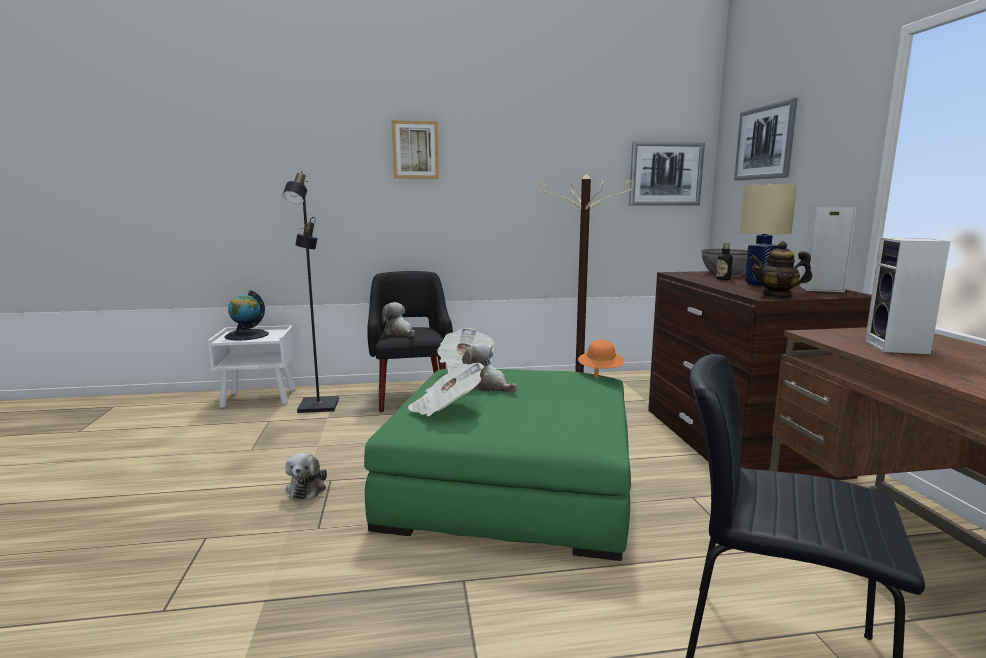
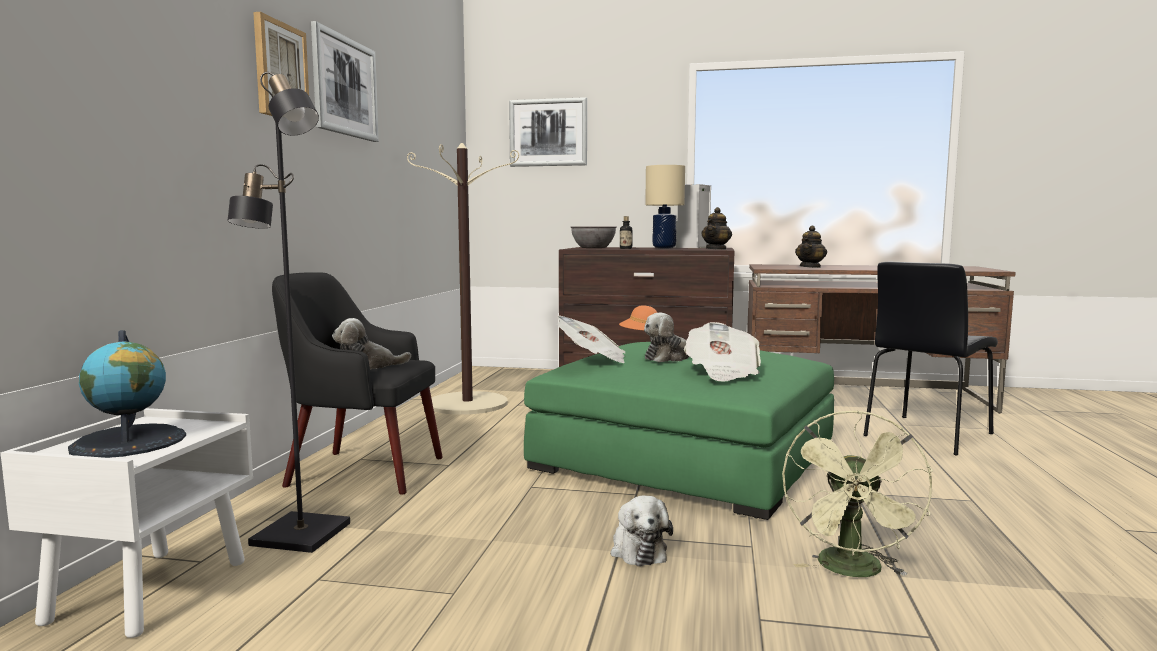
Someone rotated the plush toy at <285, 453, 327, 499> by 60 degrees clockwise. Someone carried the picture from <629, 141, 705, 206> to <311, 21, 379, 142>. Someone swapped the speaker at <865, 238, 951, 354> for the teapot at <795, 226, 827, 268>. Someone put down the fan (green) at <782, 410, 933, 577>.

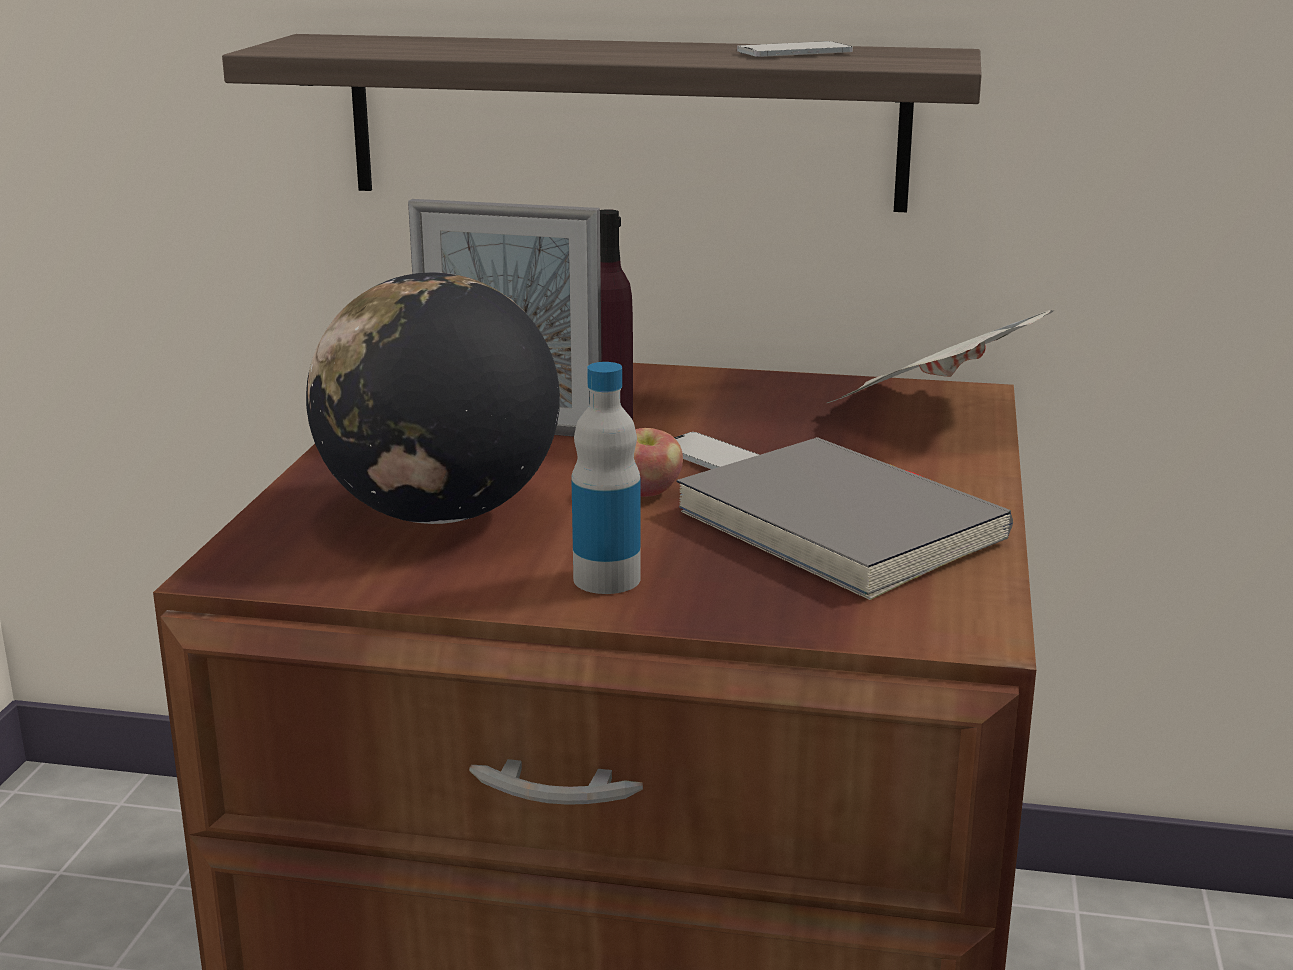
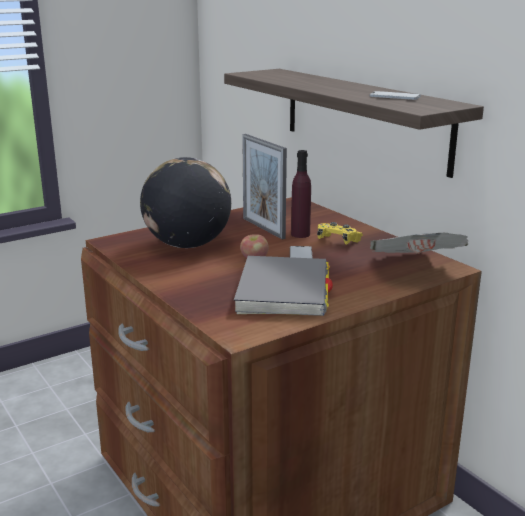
Someone took away the bottle at <571, 362, 641, 594>. Someone put down the game controller (yellow) at <317, 222, 363, 244>.

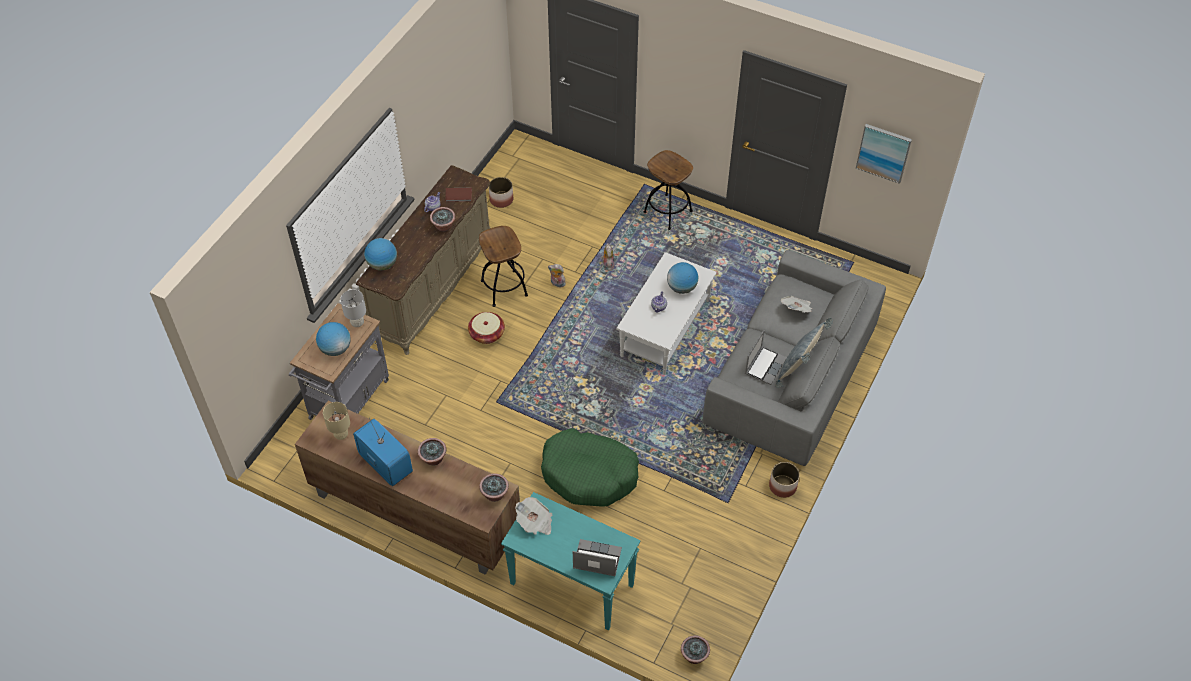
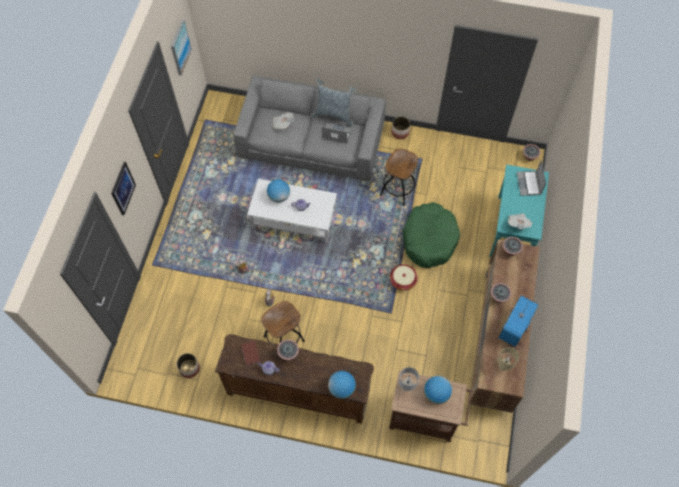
Someone repainted the cart (grey) at <289, 303, 389, 420>, which became the cart (brown) at <389, 371, 473, 442>. Someone carried the basket from <468, 312, 505, 344> to <390, 265, 418, 291>. Someone carried the stool (brown) from <644, 150, 693, 230> to <380, 149, 418, 206>. Someone put up the picture at <111, 162, 136, 215>.

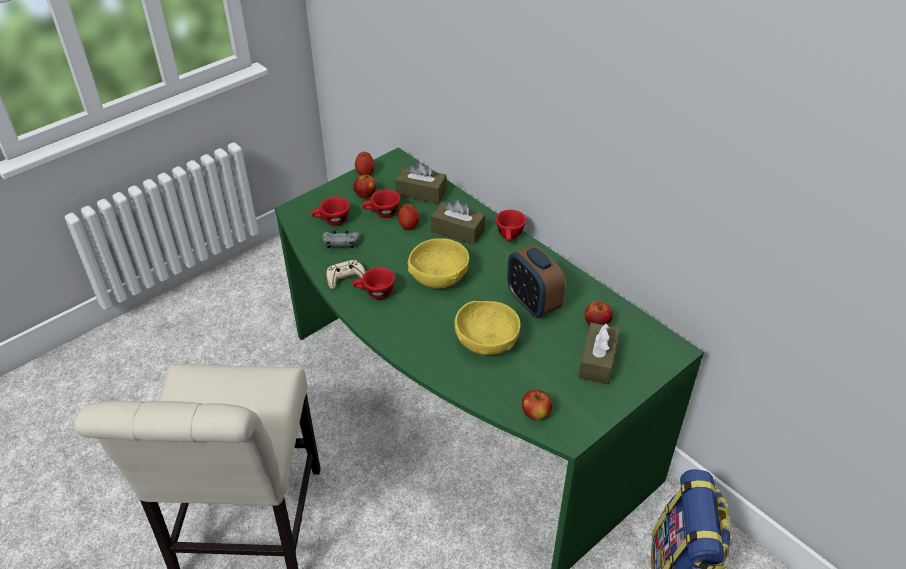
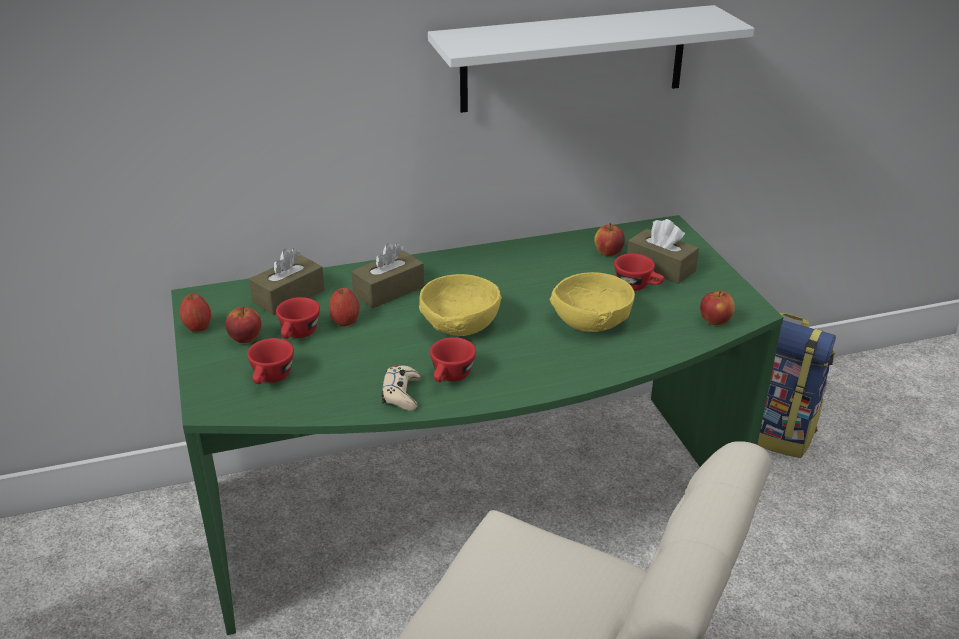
Someone took away the game controller (grey) at <323, 231, 360, 248>. Someone carried the cup (red) from <496, 210, 526, 242> to <614, 254, 665, 291>. Someone took away the alarm clock at <507, 245, 565, 318>. Someone put up the shelf (white) at <428, 5, 754, 113>.

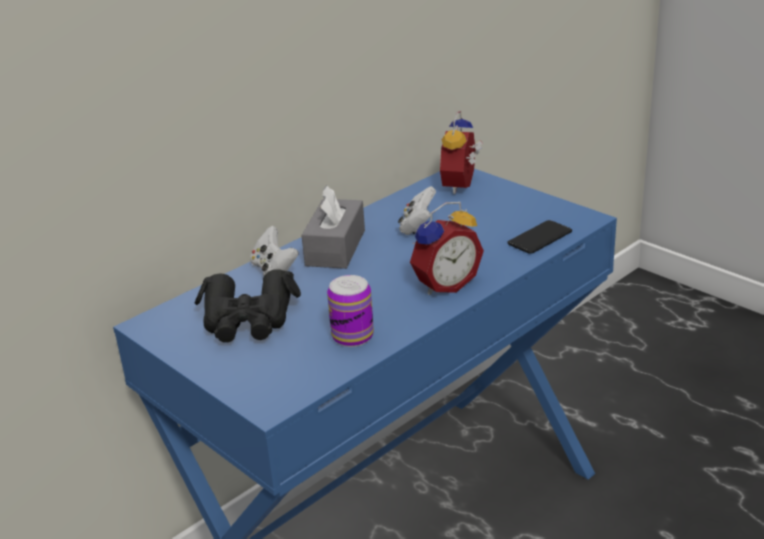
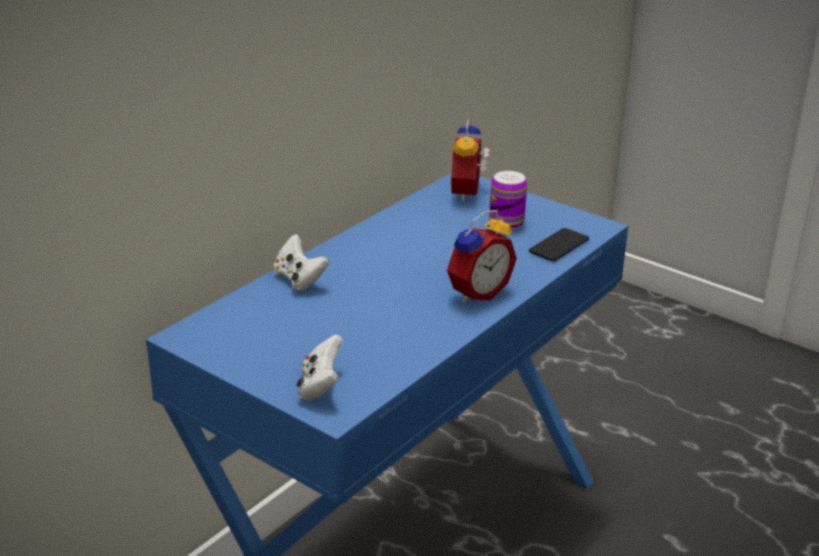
Someone took away the binoculars (black) at <194, 269, 301, 343>. Someone took away the tissue box (grey) at <301, 185, 365, 269>. Someone carried the can from <327, 275, 374, 347> to <489, 171, 527, 230>. Someone carried the game controller (white) from <398, 186, 436, 235> to <297, 335, 343, 401>.

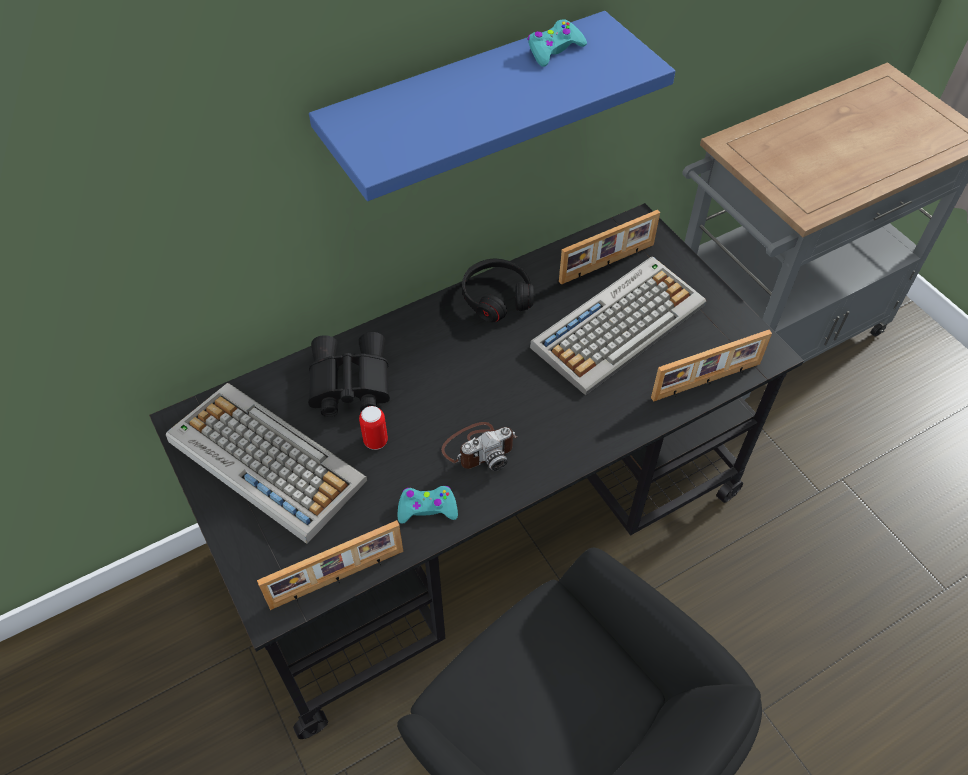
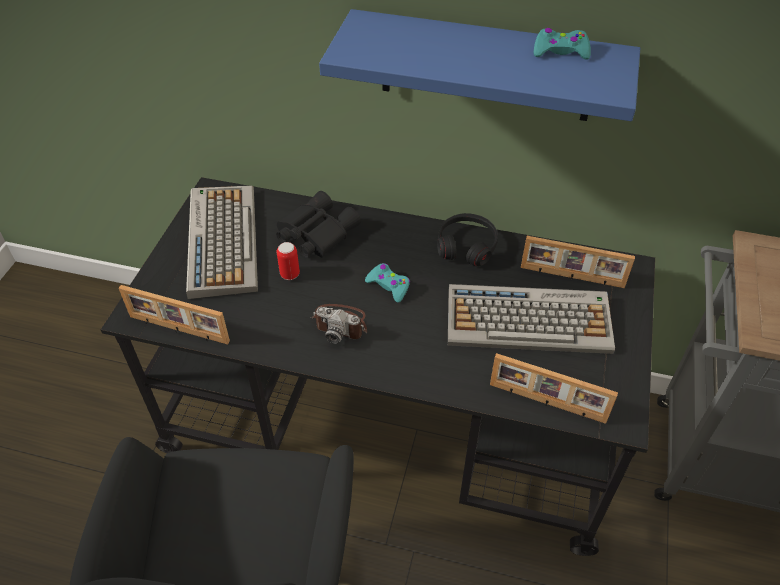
Someone carried the game controller (turquoise) from <398, 486, 458, 524> to <365, 263, 410, 302>.

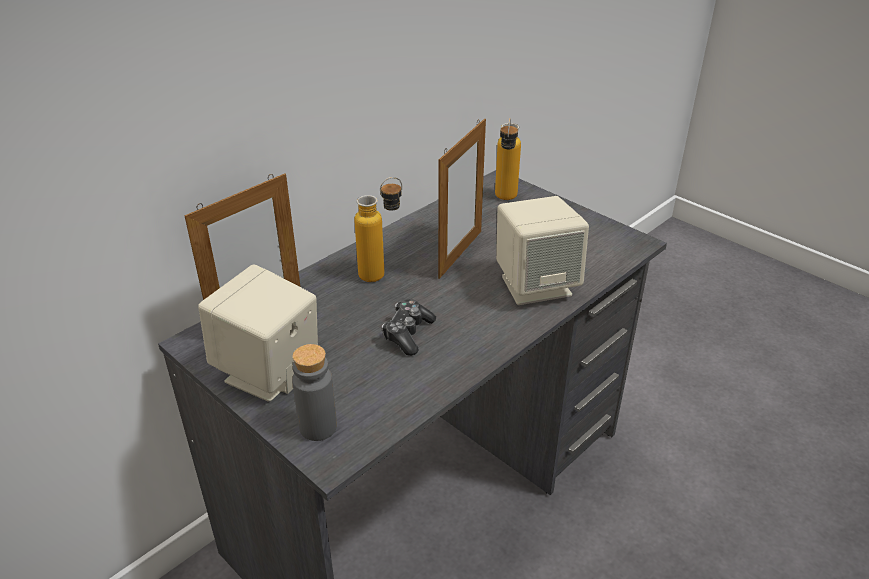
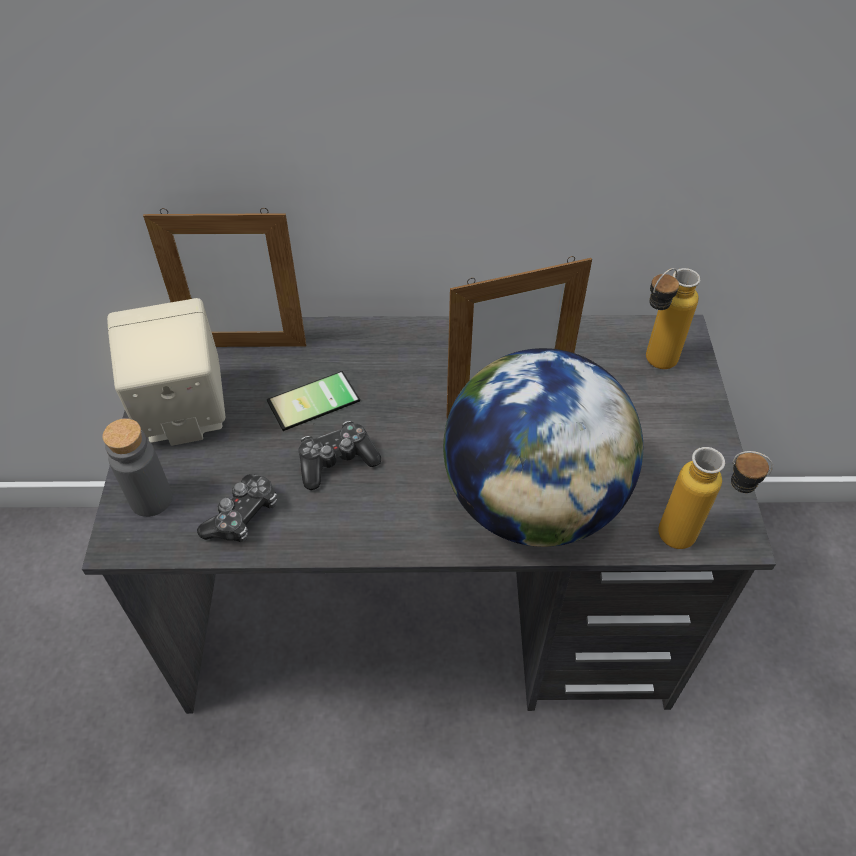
Someone carried the bottle from <354, 177, 402, 282> to <658, 447, 773, 549>. Someone swapped the speaker (beige) at <496, 196, 589, 305> for the globe at <443, 348, 643, 547>. Someone put down the game controller at <197, 474, 277, 542>. Someone put down the phone at <267, 371, 360, 431>.

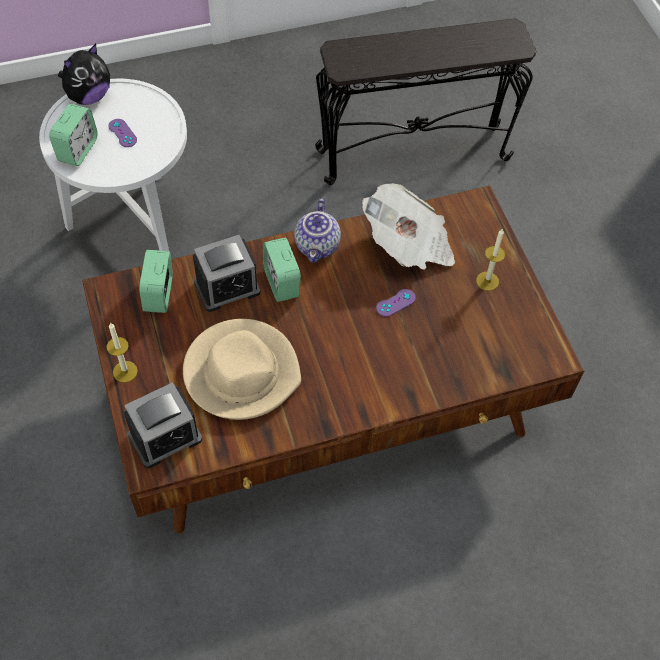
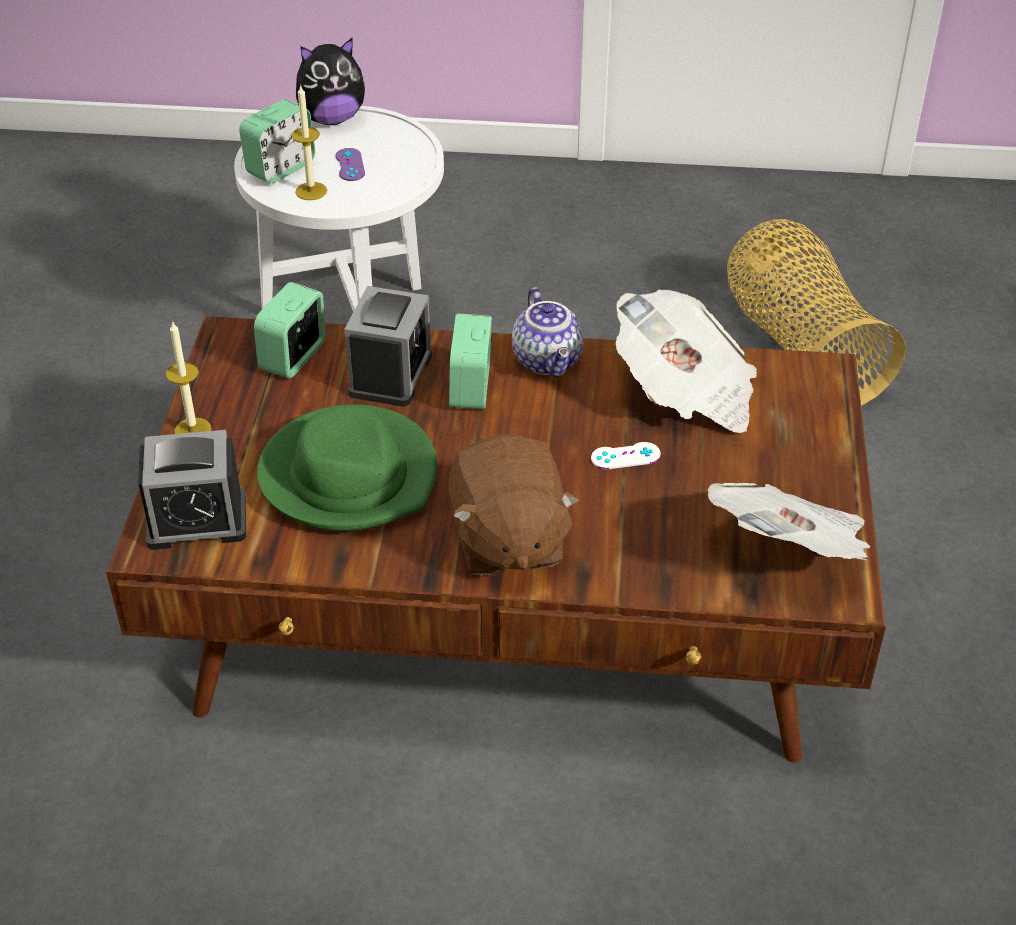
Someone repainted the hat (beige) at <183, 319, 301, 420>, which became the hat (green) at <257, 404, 437, 531>. Someone rotated the alarm clock at <193, 235, 260, 312> by 75 degrees counterclockwise. Someone rotated the teapot at <294, 198, 341, 263> by 45 degrees counterclockwise. Someone swapped the side table (black) at <315, 18, 536, 185> for the basket at <727, 219, 905, 406>. Someone repainted the game controller (purple) at <376, 289, 416, 317>, which became the game controller (white) at <591, 442, 661, 469>. Someone carried the candle from <476, 229, 505, 291> to <292, 84, 327, 200>. Someone put down the plush toy (brown) at <449, 435, 579, 576>. Someone put down the newspaper at <708, 483, 871, 561>.

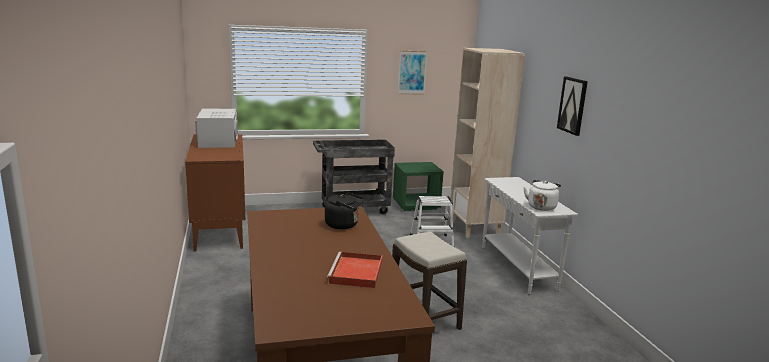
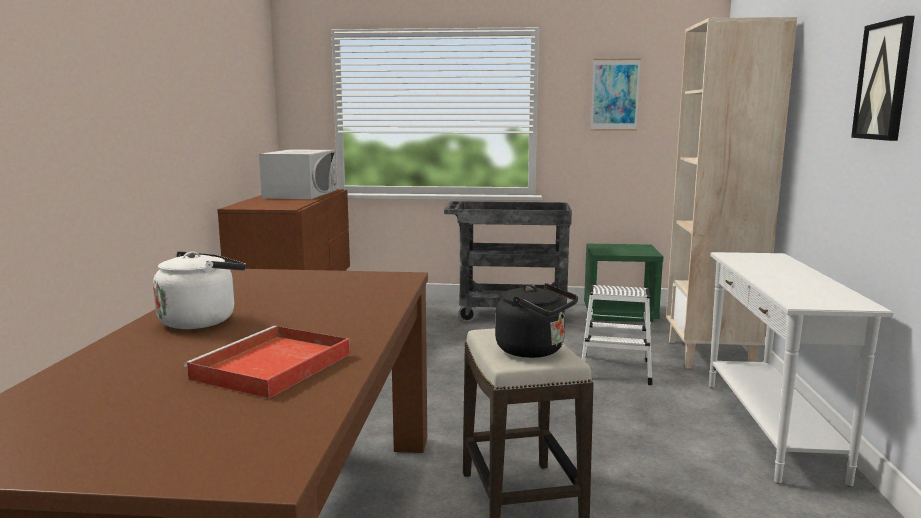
Someone carried the kettle (black) from <325, 192, 364, 229> to <495, 283, 578, 358>. Someone carried the kettle (white) from <523, 180, 561, 211> to <153, 251, 246, 329>.

